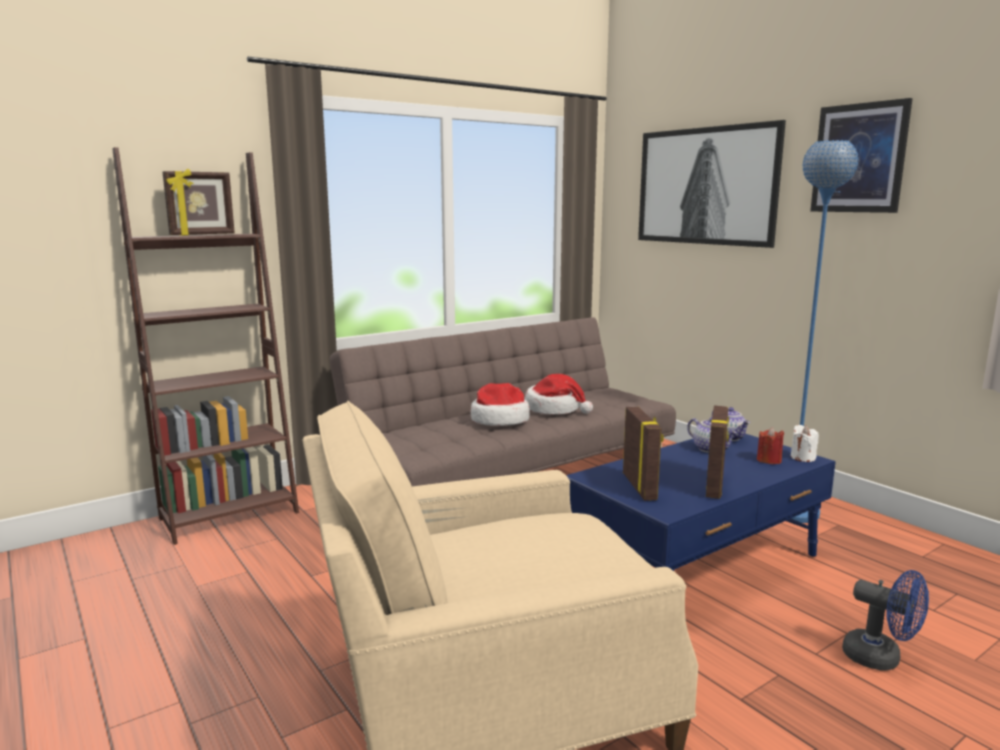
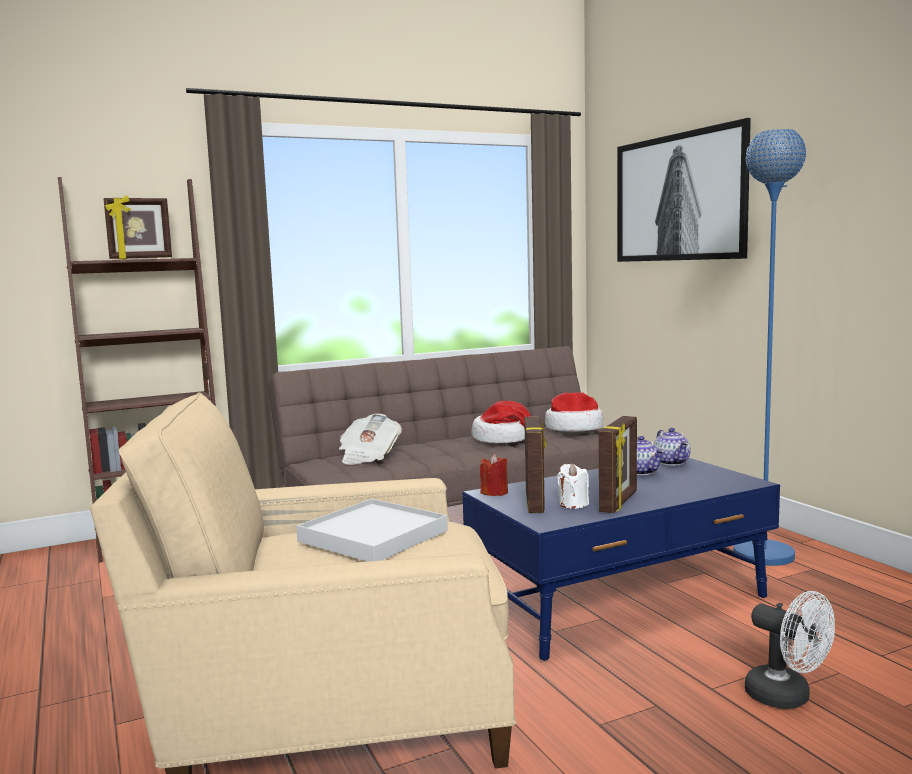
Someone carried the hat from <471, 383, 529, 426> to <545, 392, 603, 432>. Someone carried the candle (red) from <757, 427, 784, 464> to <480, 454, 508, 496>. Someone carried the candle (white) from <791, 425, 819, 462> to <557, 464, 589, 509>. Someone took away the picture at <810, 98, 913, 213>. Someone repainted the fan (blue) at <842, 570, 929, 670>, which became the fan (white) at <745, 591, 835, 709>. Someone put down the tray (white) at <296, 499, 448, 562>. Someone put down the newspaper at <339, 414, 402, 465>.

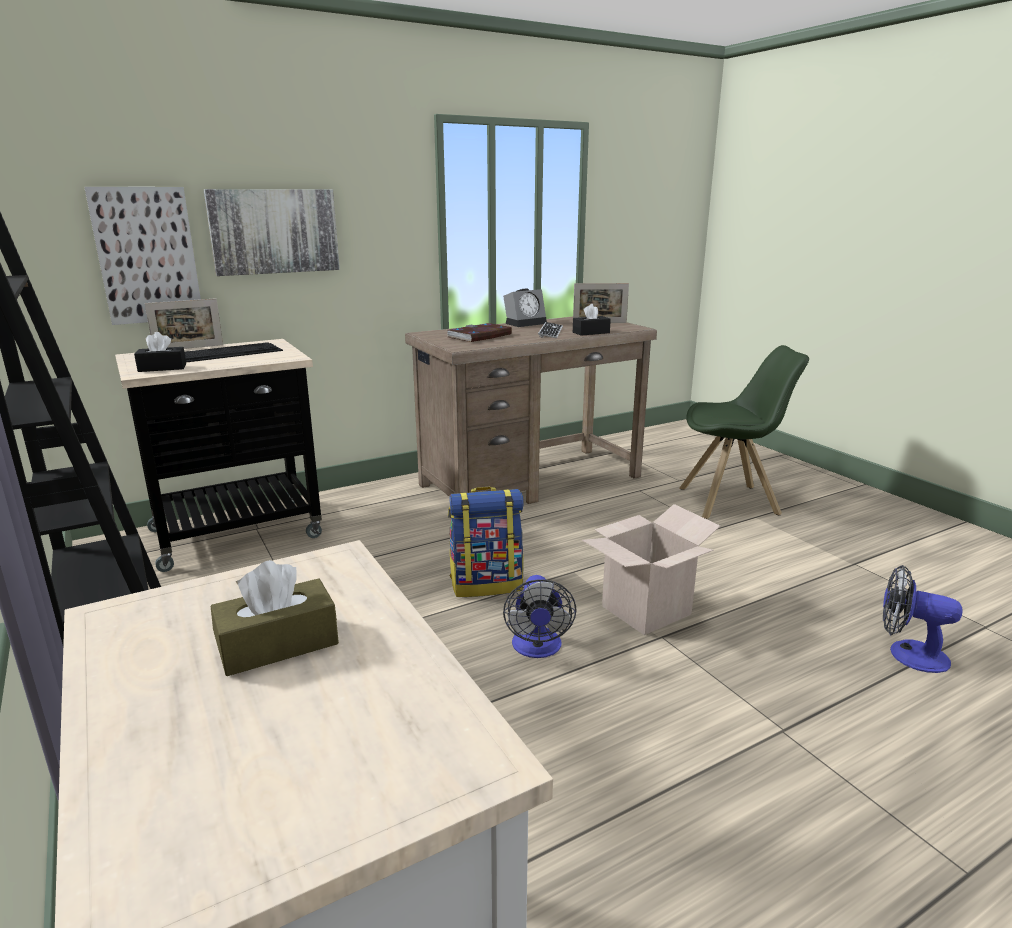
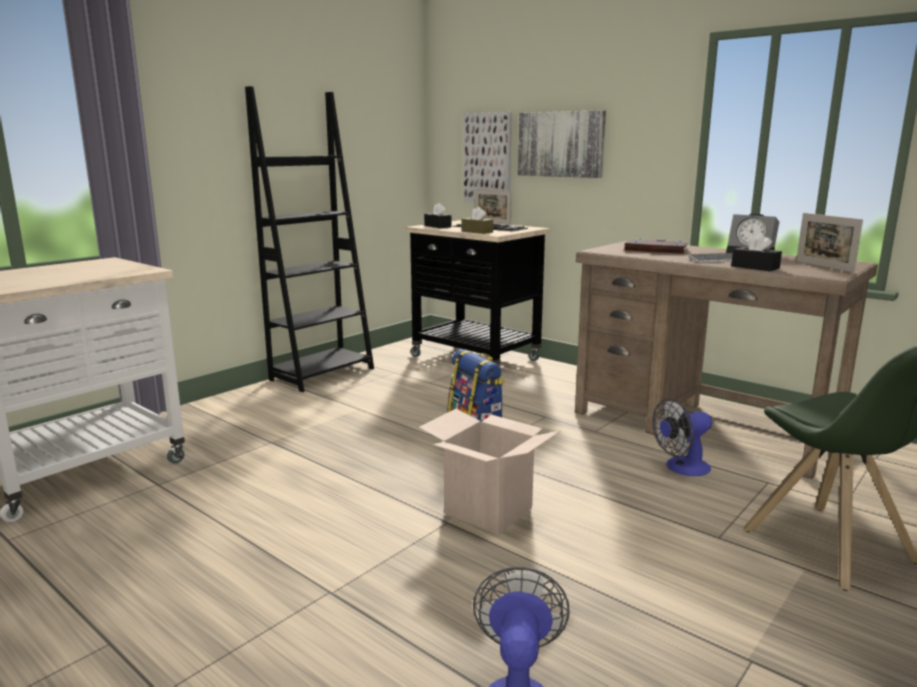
Someone carried the tissue box (brown) from <211, 560, 339, 676> to <461, 207, 493, 234>. Someone carried the fan from <503, 575, 576, 658> to <652, 398, 712, 476>.

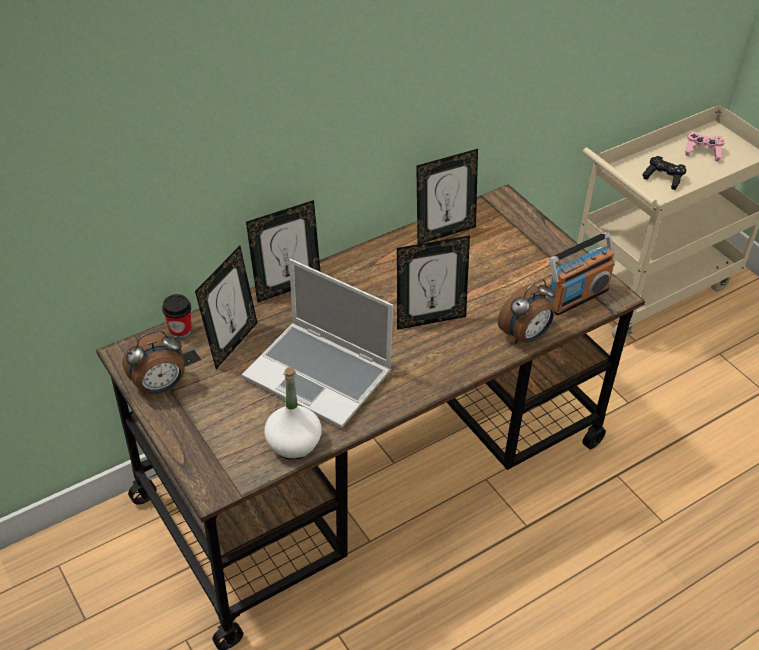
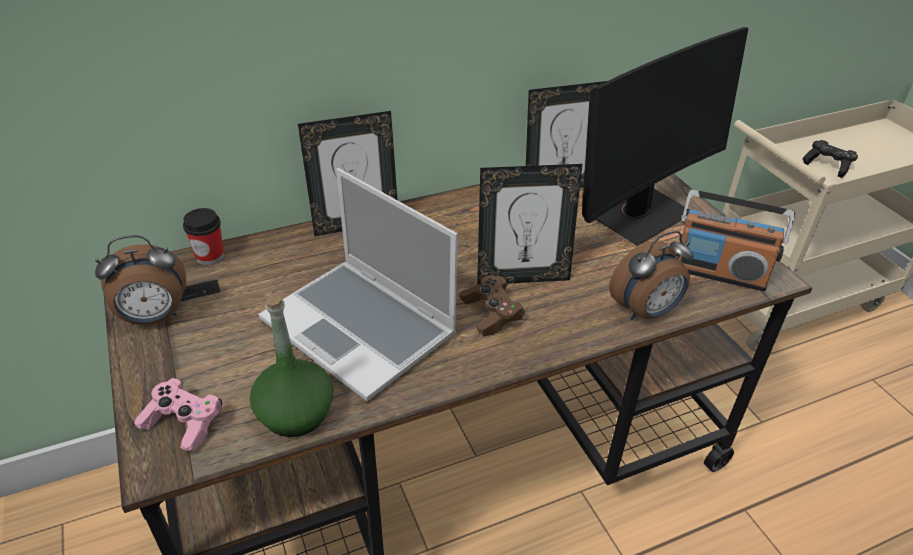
Someone took away the picture frame at <195, 246, 257, 369>. Someone repainted the bottle (white) at <264, 367, 322, 460>, which became the bottle (green) at <250, 295, 334, 437>. Someone rotated the radio at <548, 232, 614, 315> by 45 degrees clockwise. Someone carried the game controller (pink) from <685, 131, 725, 161> to <134, 378, 222, 452>. Someone put down the game controller (brown) at <459, 275, 525, 336>. Someone put down the monitor at <582, 27, 748, 246>.

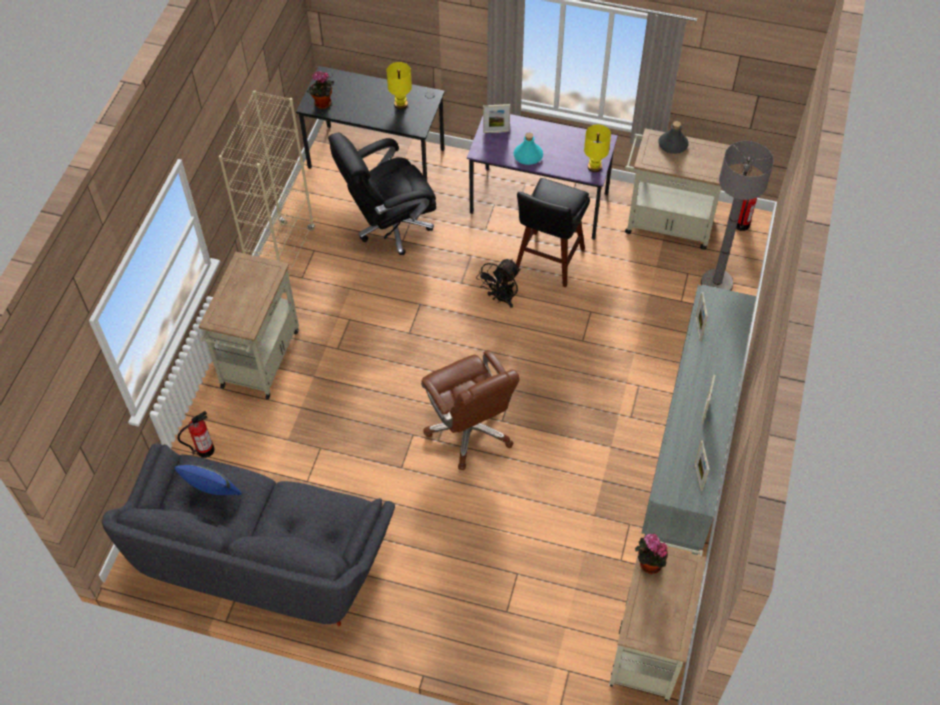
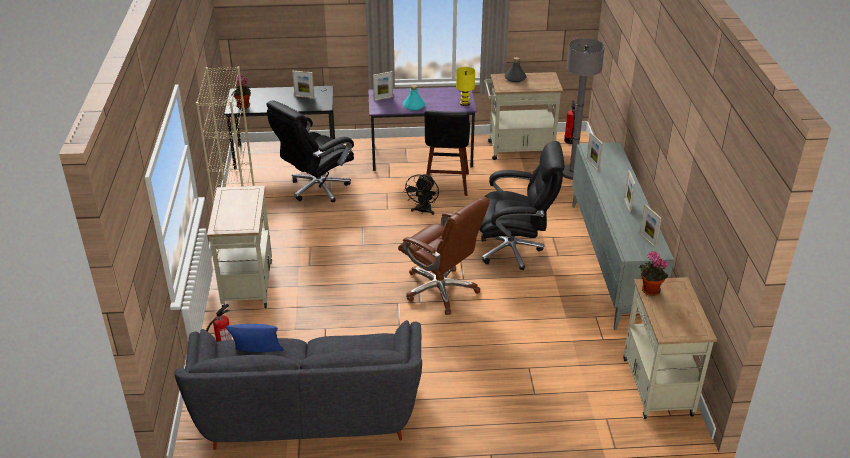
Someone swapped the table lamp (yellow) at <387, 62, 412, 109> for the picture frame at <292, 71, 315, 98>. Someone put down the office chair (black) at <479, 141, 564, 270>.

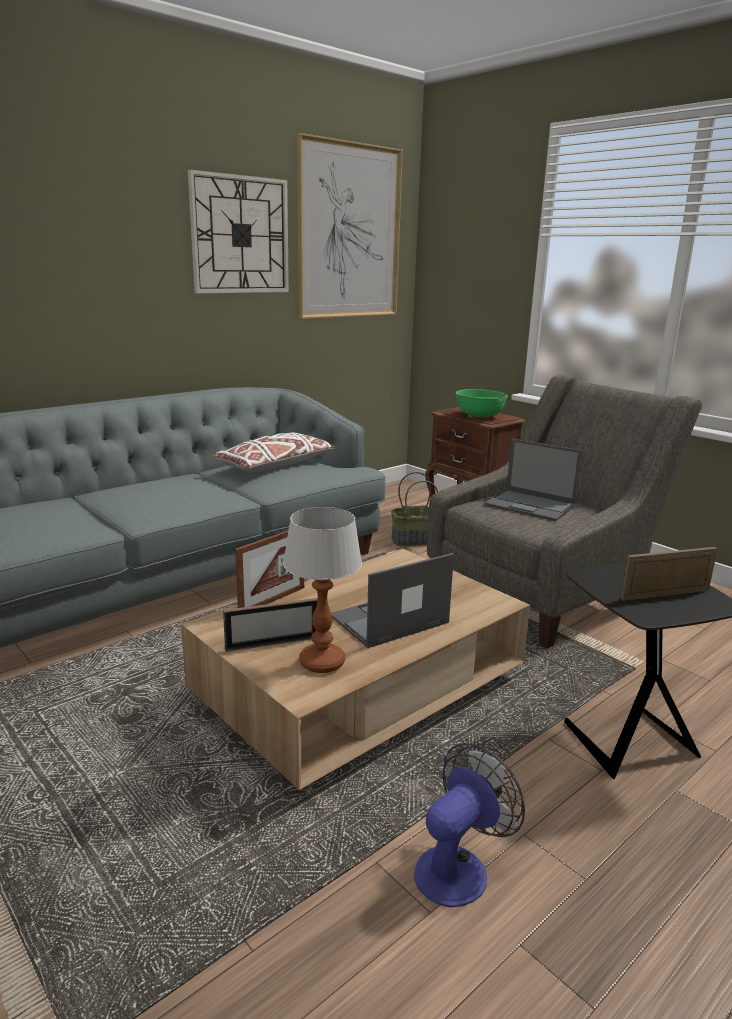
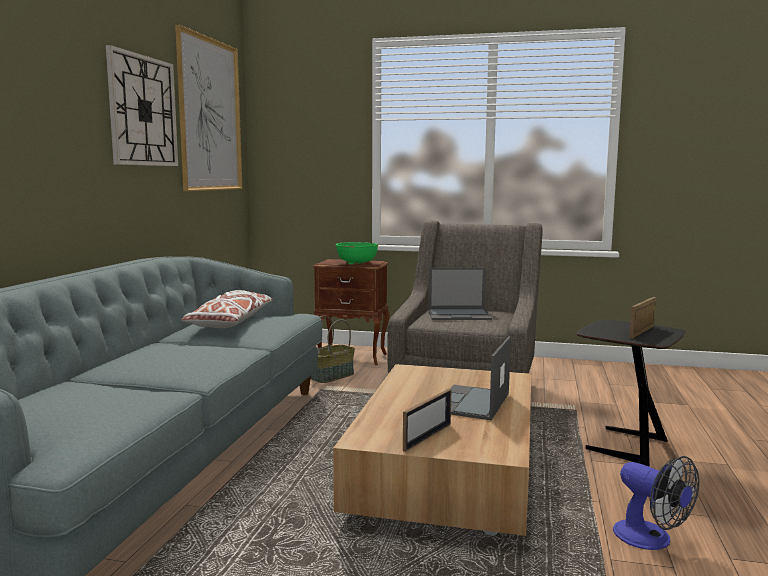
Someone took away the picture frame at <235, 530, 304, 608>. Someone took away the table lamp at <283, 507, 362, 673>. Someone rotated the fan at <414, 743, 525, 907> by 135 degrees clockwise.

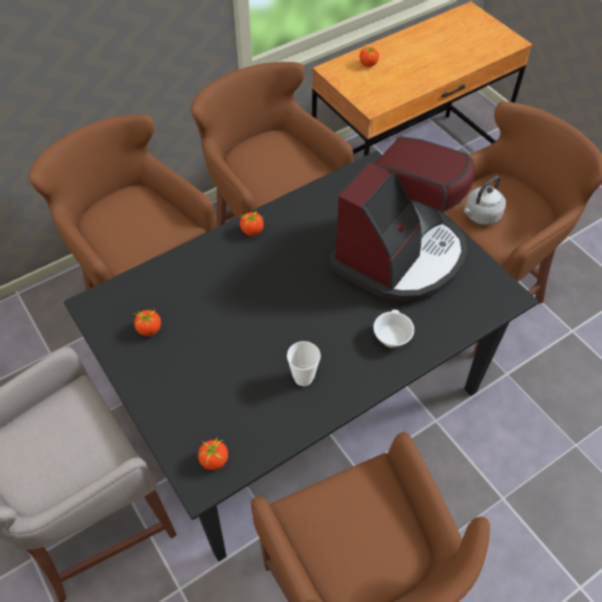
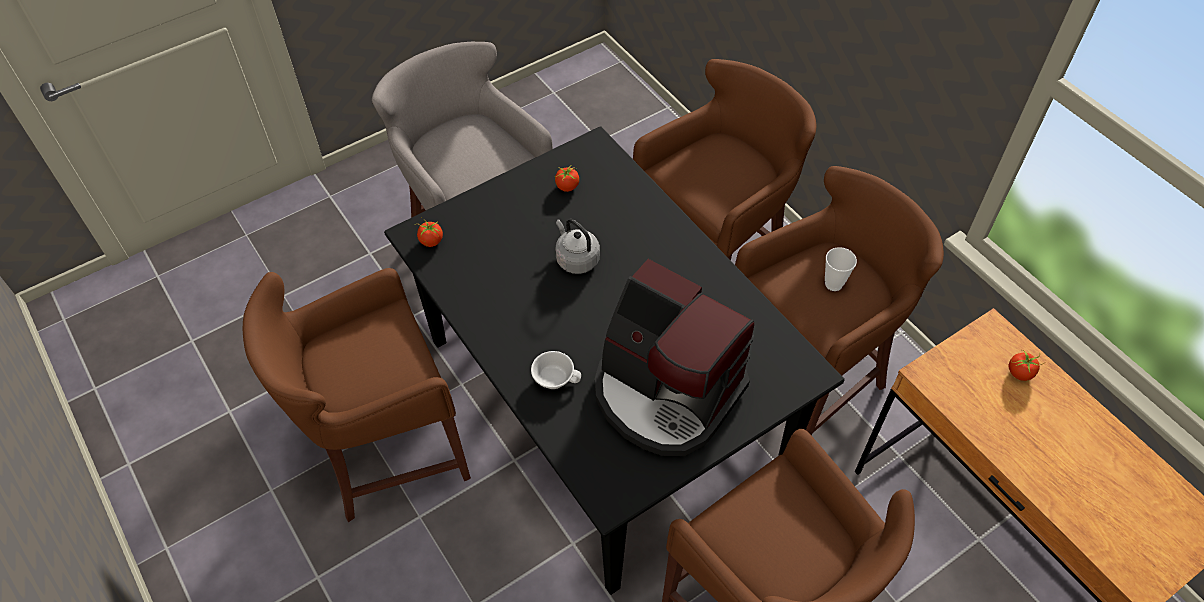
Someone took away the tomato at <240, 209, 264, 236>. Someone carried the cup from <287, 341, 321, 386> to <825, 247, 857, 291>. Someone carried the kettle (grey) from <464, 176, 506, 225> to <555, 219, 600, 274>.

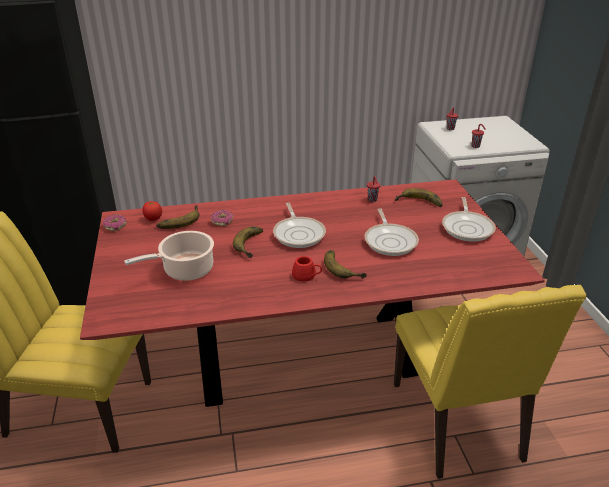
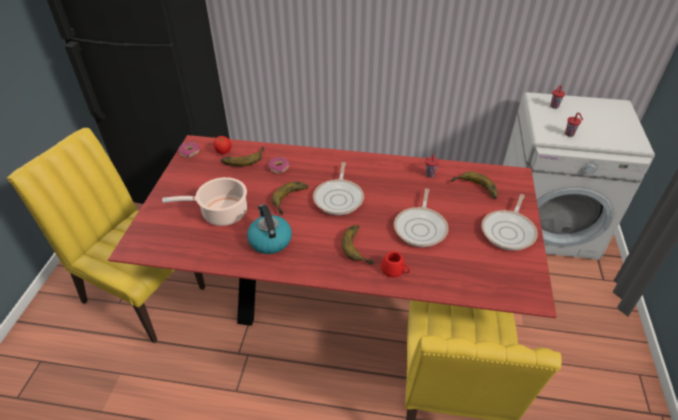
Someone carried the mug (red) from <292, 256, 322, 281> to <381, 251, 410, 277>. Someone put down the kettle at <247, 204, 292, 254>.

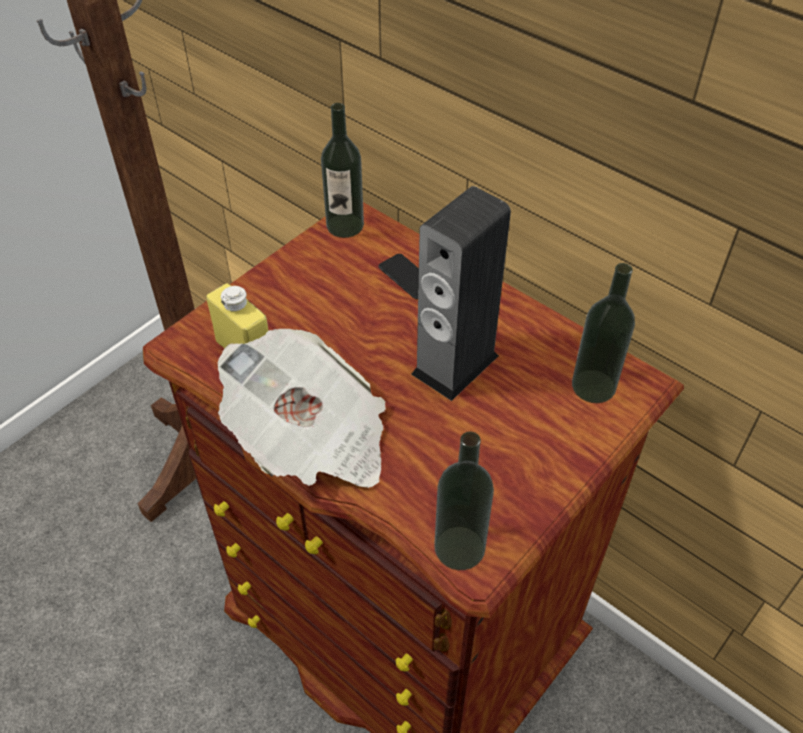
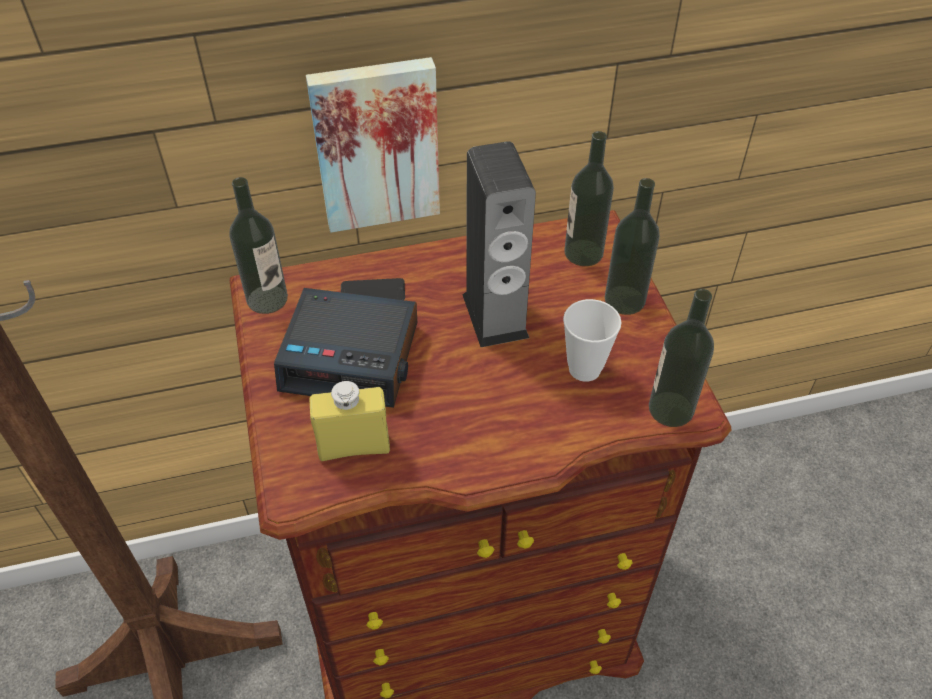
Someone took away the newspaper at <218, 329, 386, 488>. Someone put down the alarm clock at <274, 288, 417, 408>. Someone put up the picture at <306, 57, 440, 232>. Someone put down the cup at <563, 299, 621, 382>. Someone put down the bottle at <605, 178, 660, 315>.

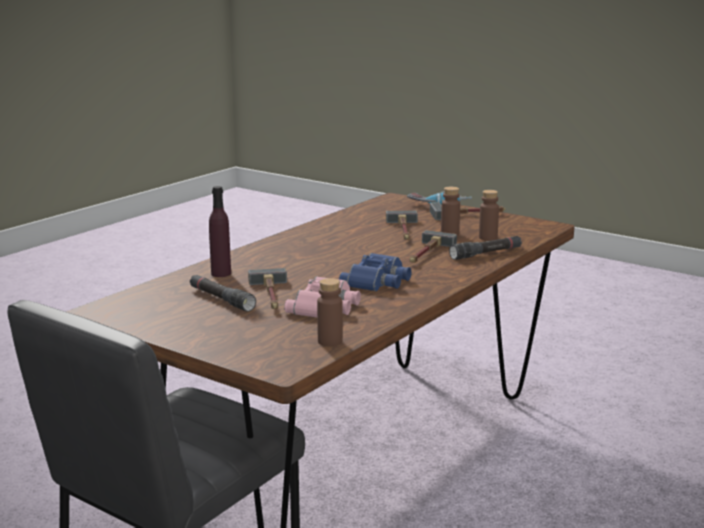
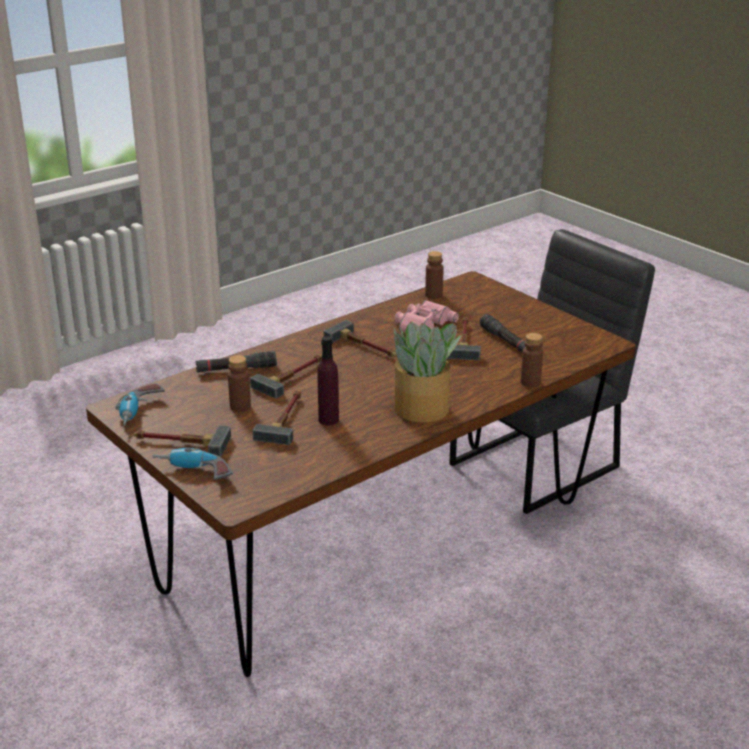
Someone carried the bottle (purple) from <209, 186, 231, 277> to <317, 336, 339, 426>. Someone swapped the binoculars (blue) at <339, 253, 412, 291> for the hammer at <324, 320, 396, 357>. Someone carried the bottle (brown) from <479, 190, 499, 241> to <521, 333, 543, 388>. Someone put down the power drill at <115, 383, 165, 426>. Someone put down the potted plant at <393, 322, 462, 422>.

